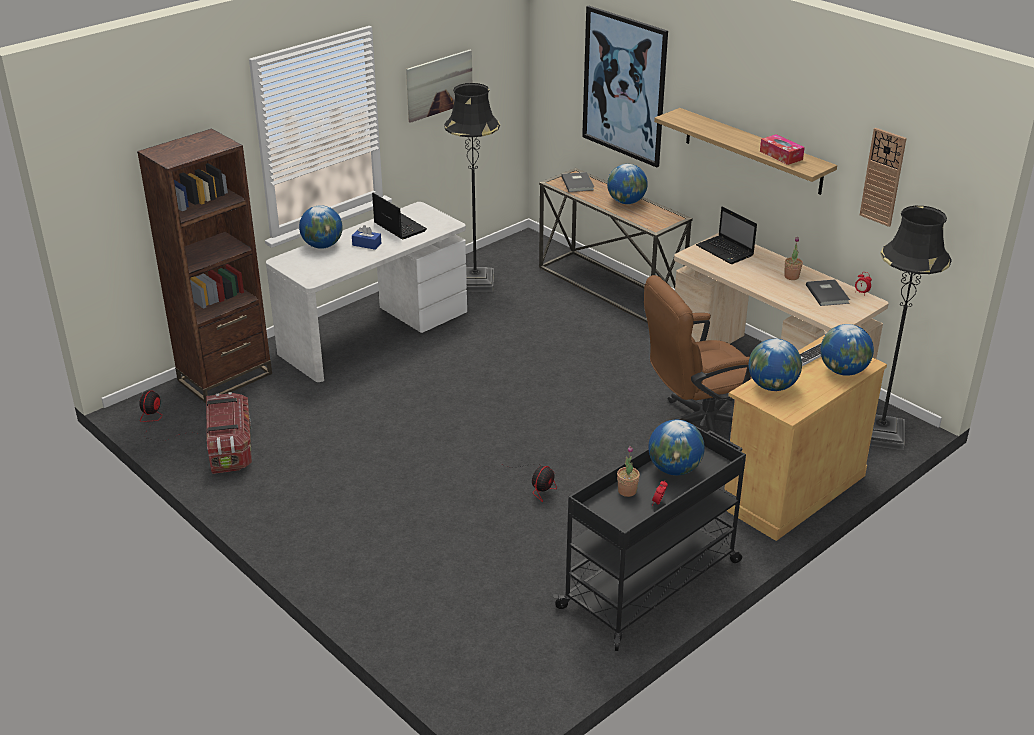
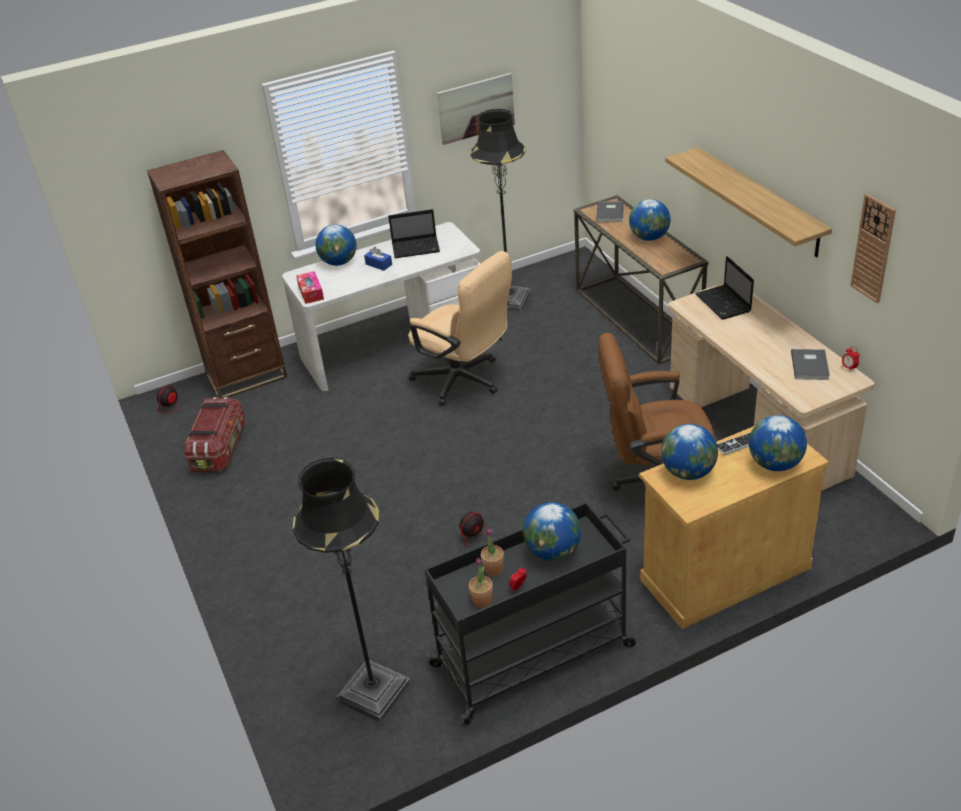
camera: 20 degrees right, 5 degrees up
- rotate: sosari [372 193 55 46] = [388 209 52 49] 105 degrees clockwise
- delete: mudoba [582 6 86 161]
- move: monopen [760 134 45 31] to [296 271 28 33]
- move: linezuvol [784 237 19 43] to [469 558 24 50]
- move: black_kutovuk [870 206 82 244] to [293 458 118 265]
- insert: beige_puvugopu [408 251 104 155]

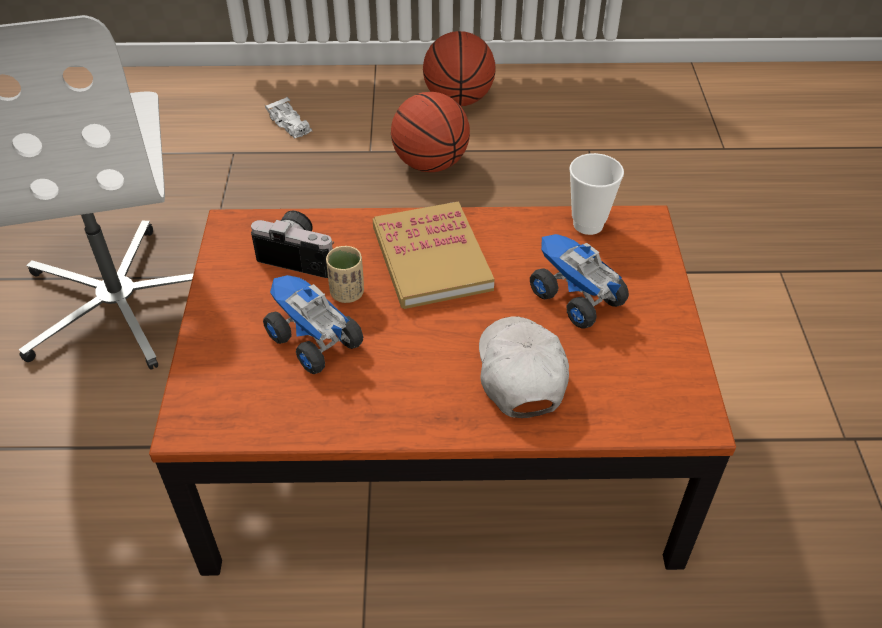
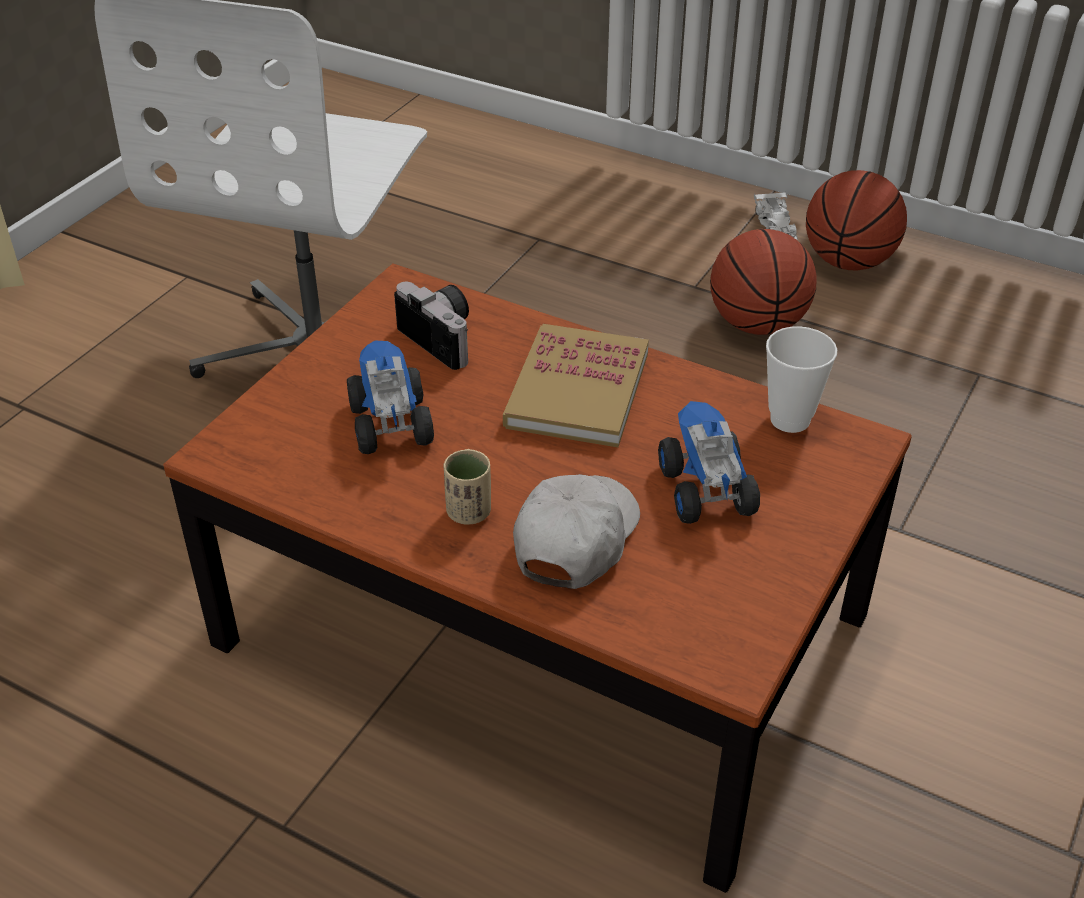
camera: 30 degrees right, 5 degrees down
- move: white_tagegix [265 96 48 43] to [754 191 44 49]
- move: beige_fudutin [326 246 38 57] to [444 449 47 76]

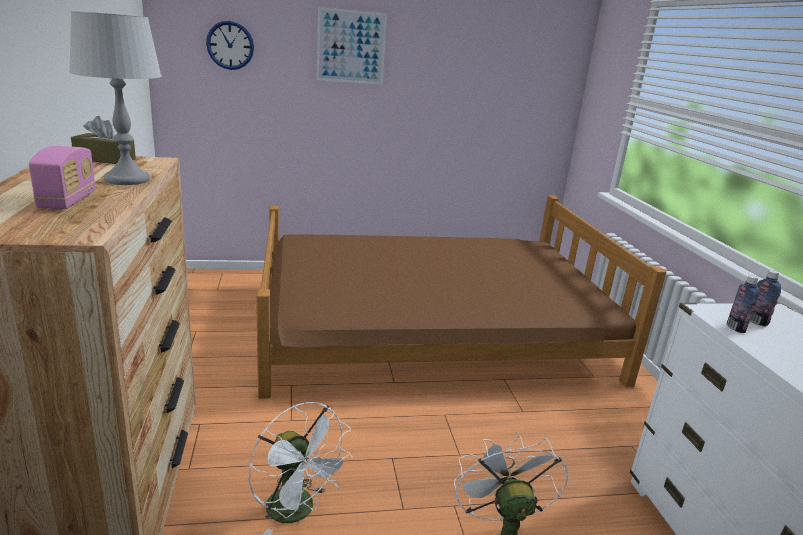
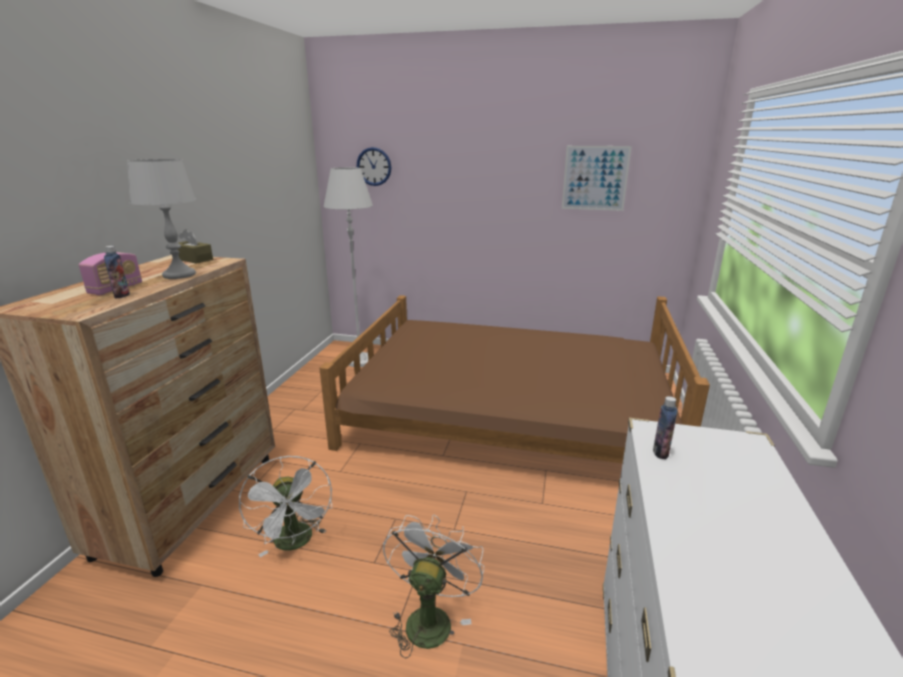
camera: 25 degrees right, 0 degrees up
- move: mudoba [316 7 71 78] to [562 146 70 65]
- move: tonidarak [750 270 31 57] to [104 246 26 53]
- insert: white_kutovuk [323 167 50 200]

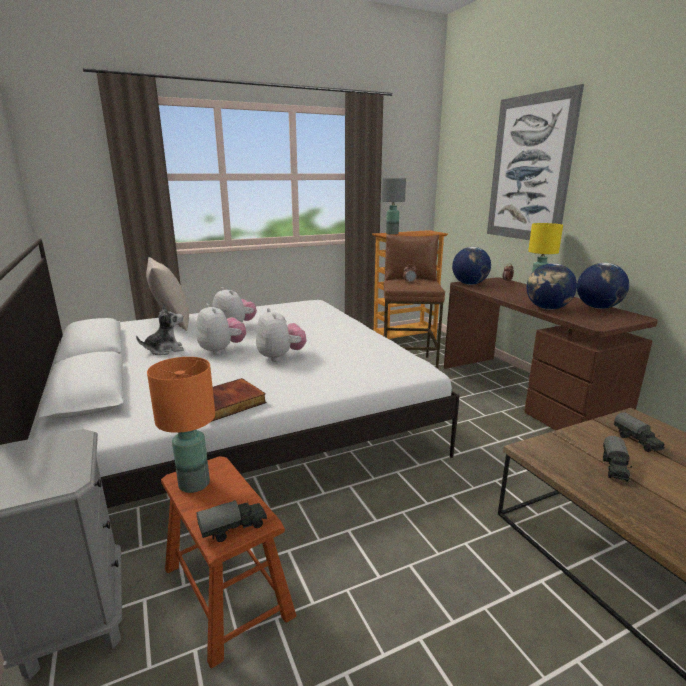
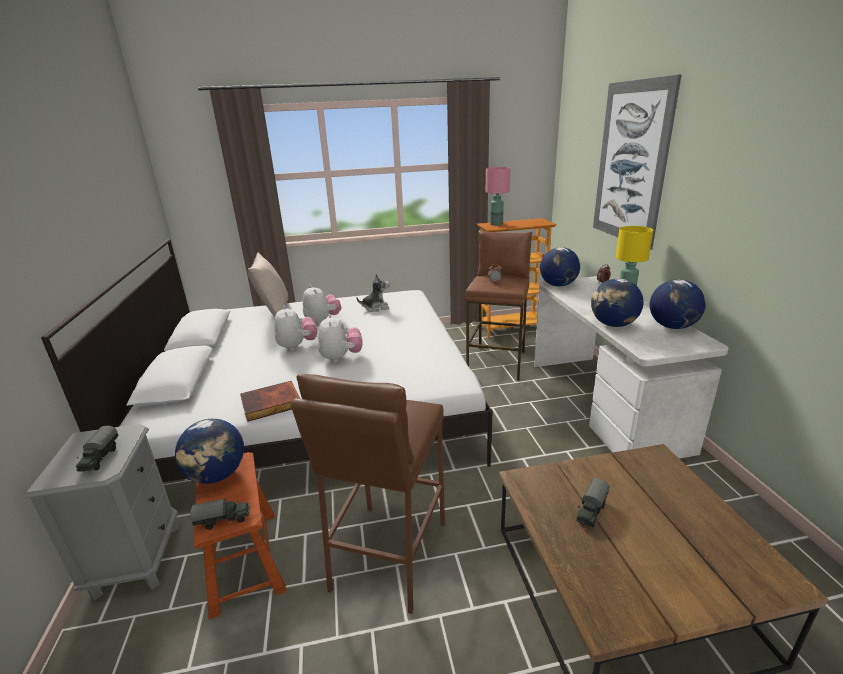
camera: 15 degrees right, 5 degrees up
- move: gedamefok [136 304 48 51] to [356 273 34 39]
- replace: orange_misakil [147 357 68 136] to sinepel [175 419 69 65]
- recolor: grey_misakil [382 178 24 57] to pink_misakil [486 167 24 59]
- recolor: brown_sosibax [444 277 214 154] to white_sosibax [534 276 195 183]
- move: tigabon [614 412 51 40] to [76 426 43 46]
- insert: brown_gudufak [291 374 154 240]

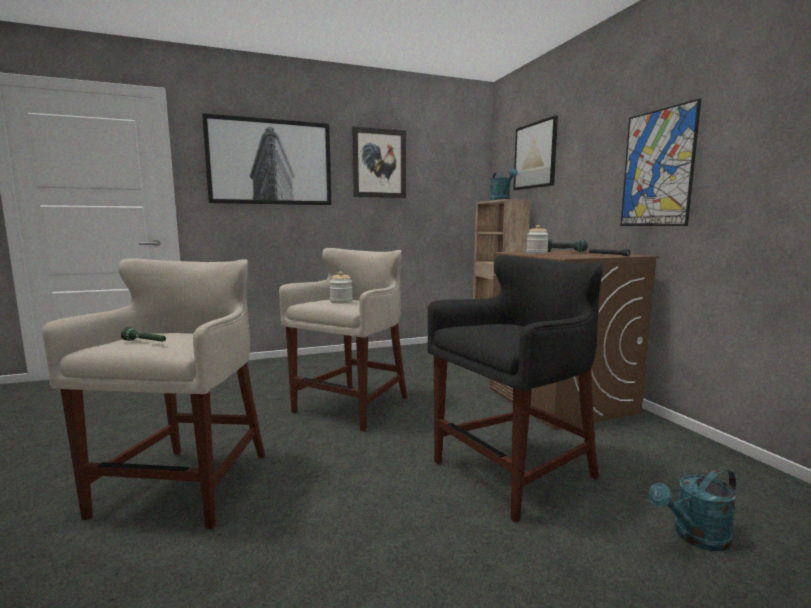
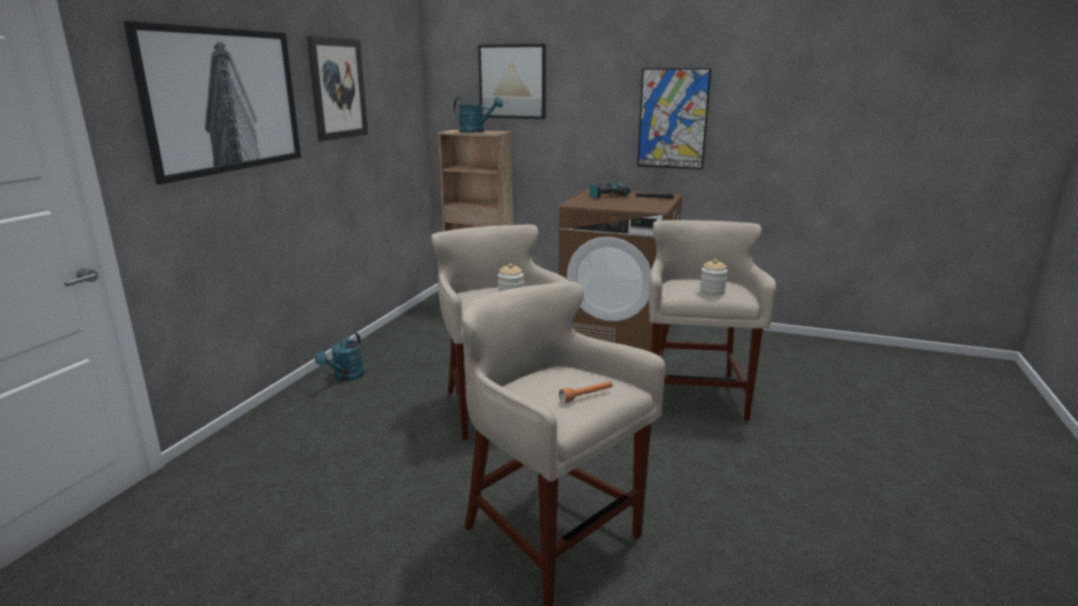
camera: 50 degrees left, 10 degrees up
- recolor: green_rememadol [120 327 46 15] to orange_rememadol [559 381 54 22]
- recolor: black_gudufak [427 255 176 268] to beige_gudufak [649 220 127 201]
- move: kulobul [526 225 23 29] to [700 259 28 36]
- move: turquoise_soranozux [649 467 88 84] to [315 332 49 49]

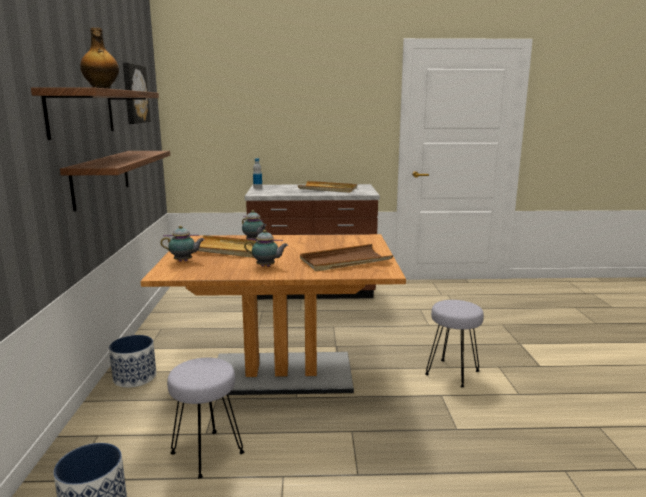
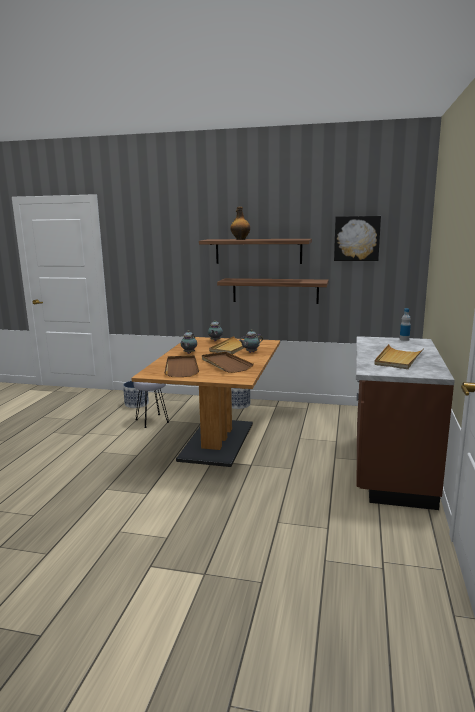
camera: 105 degrees right, 0 degrees up
- delete: grey_gudufak [425 300 59 87]
- insert: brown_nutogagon [202 352 52 21]

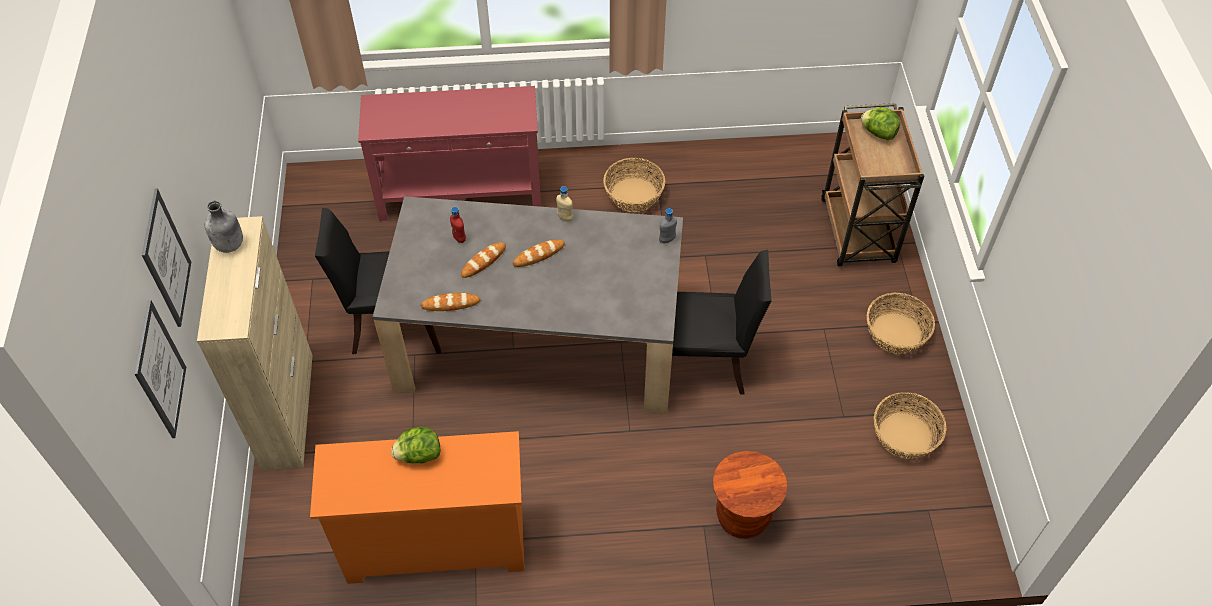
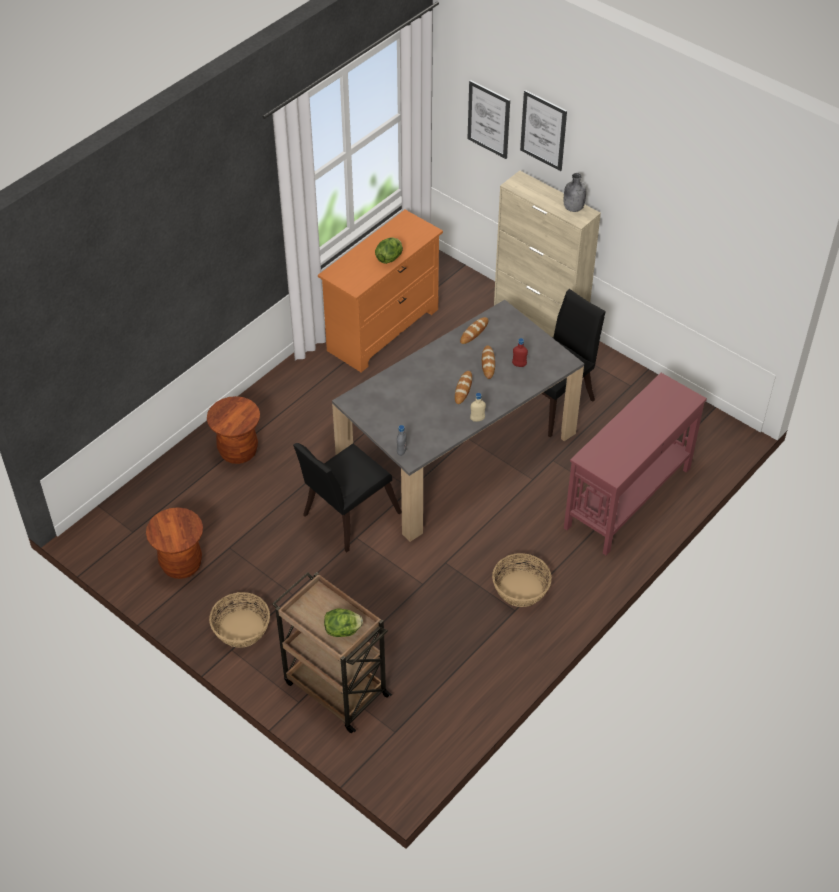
camera: 135 degrees right, 5 degrees down
- replace: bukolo [874 392 73 67] to brown_gudufak [146 507 57 72]

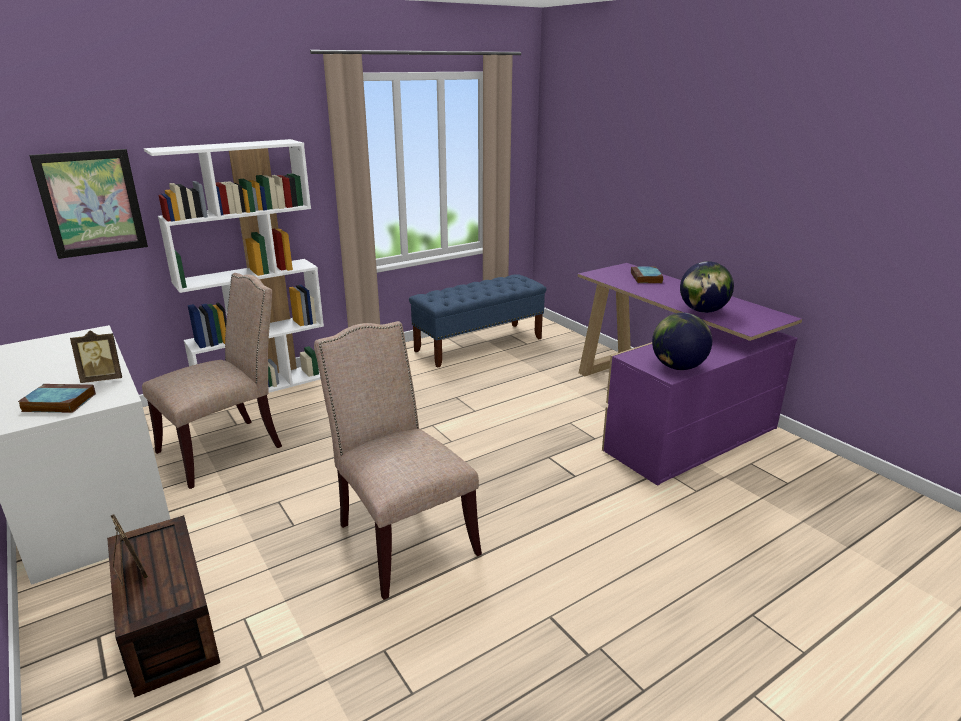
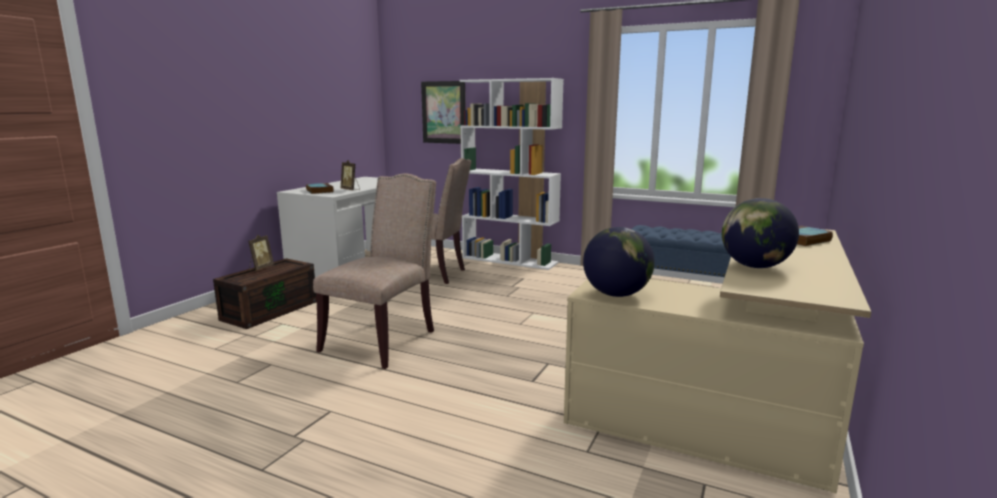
camera: 60 degrees right, 10 degrees down
- recolor: purple_sosibax [578 263 224 223] to beige_sosibax [564 229 307 264]

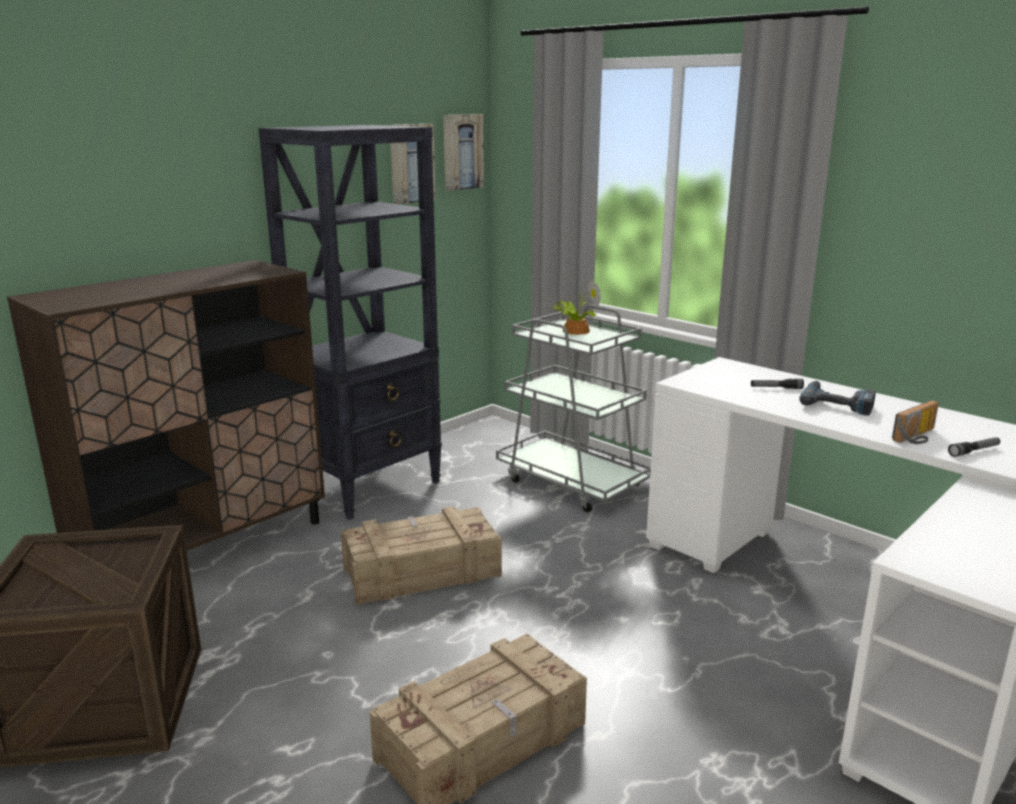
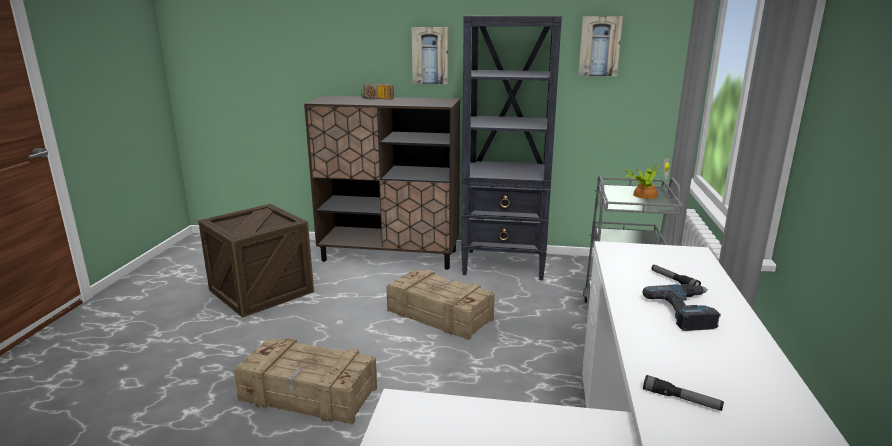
camera: 55 degrees right, 0 degrees up
- move: mudoba [443 114 41 77] to [412 27 37 57]
- move: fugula [892 400 47 44] to [361 84 33 16]

